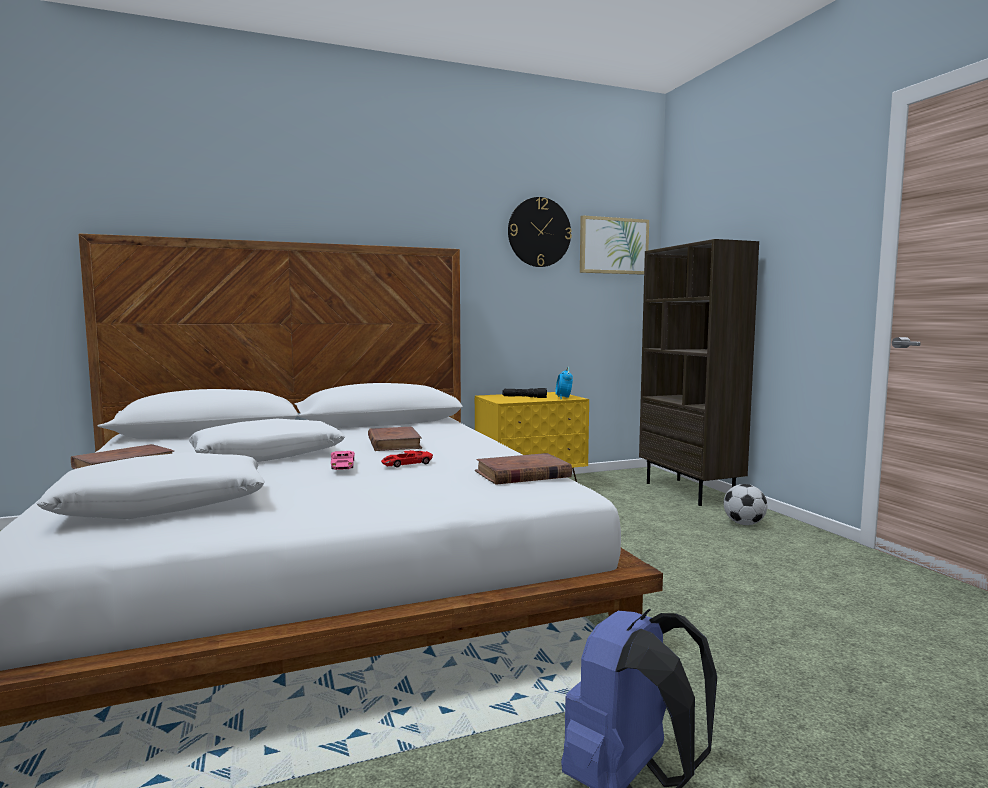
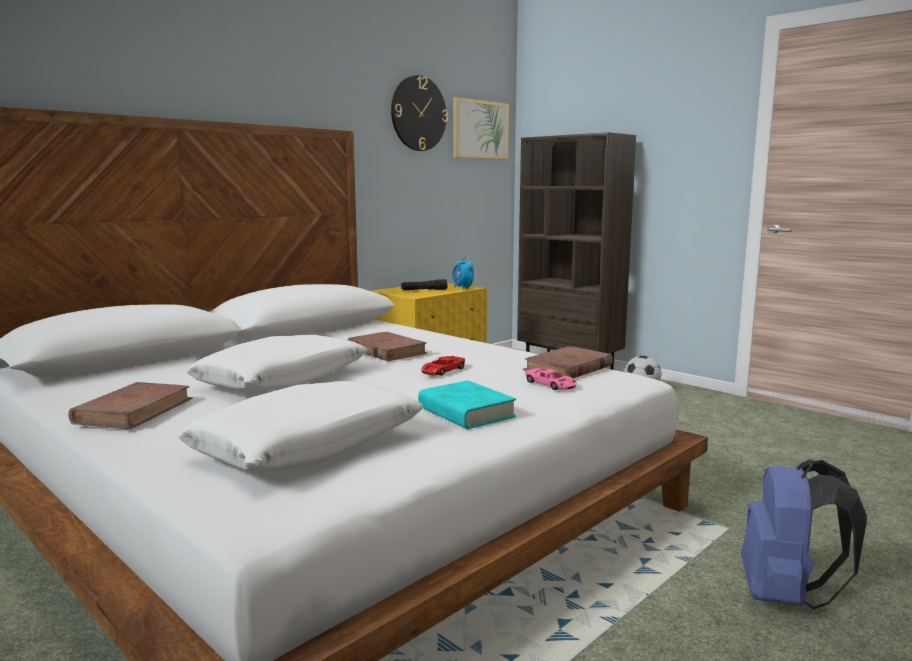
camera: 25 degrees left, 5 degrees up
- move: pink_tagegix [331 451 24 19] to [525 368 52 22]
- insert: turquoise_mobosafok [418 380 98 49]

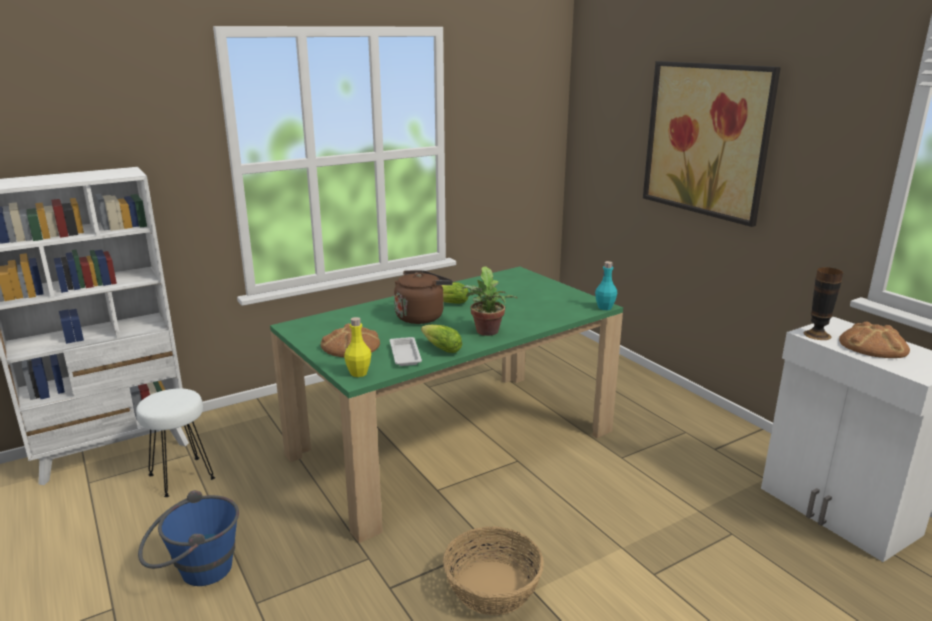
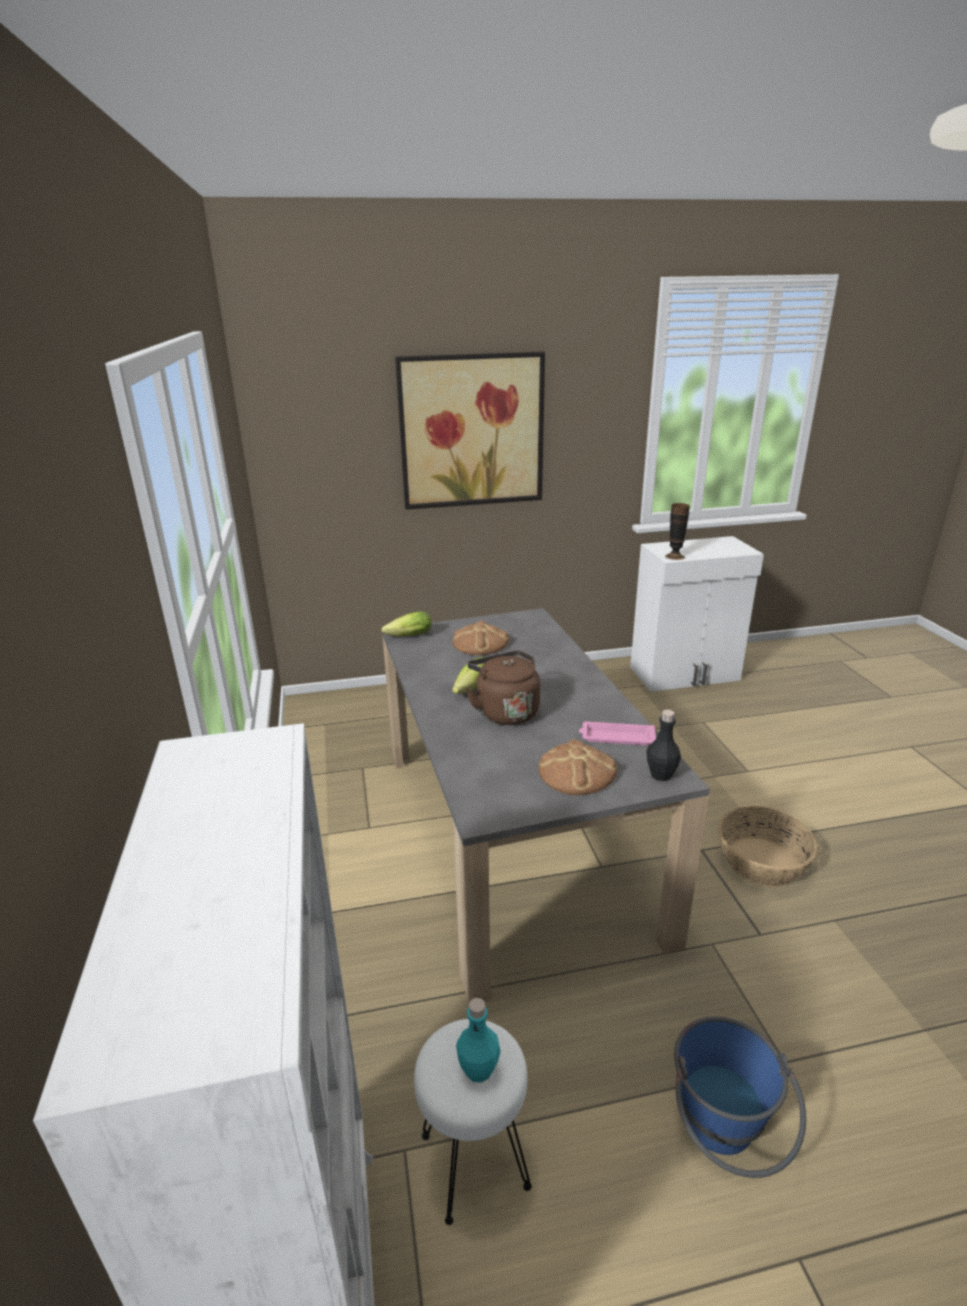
camera: 70 degrees left, 5 degrees up
- recolor: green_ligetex [270 267 353 276] to grey_ligetex [382 608 328 395]
- recolor: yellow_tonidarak [344 317 27 60] to black_tonidarak [646 710 35 71]
- recolor: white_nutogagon [390 337 32 29] to pink_nutogagon [579 721 77 24]
- move: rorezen [421 325 41 28] to [382 611 50 25]
- delete: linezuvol [462 266 56 70]
- move: turquoise_tonidarak [595 261 22 49] to [456 998 45 85]
- move: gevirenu [839 321 71 37] to [453 621 57 34]

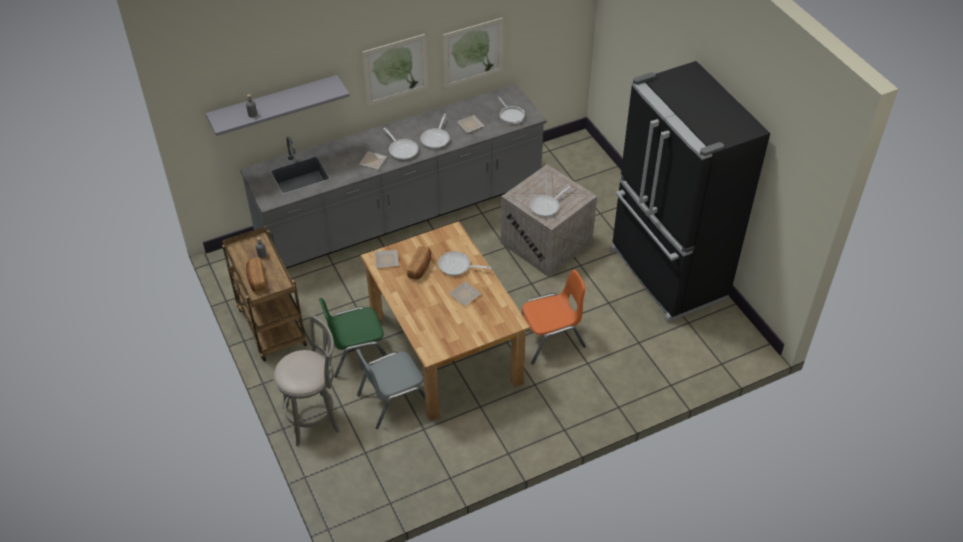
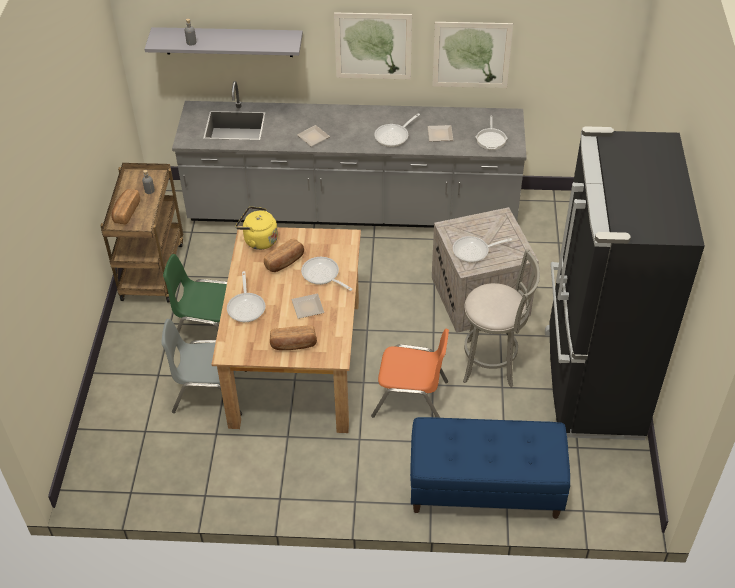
camera: 30 degrees right, 0 degrees up
- move: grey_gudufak [274 315 66 131] to [463 249 77 138]
- replace: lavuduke [375 250 24 18] to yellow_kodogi [236 206 42 44]
- move: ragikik [383 128 36 32] to [227 271 38 51]
- insert: gevirenu [270 325 47 25]
- insert: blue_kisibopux [410 417 160 102]

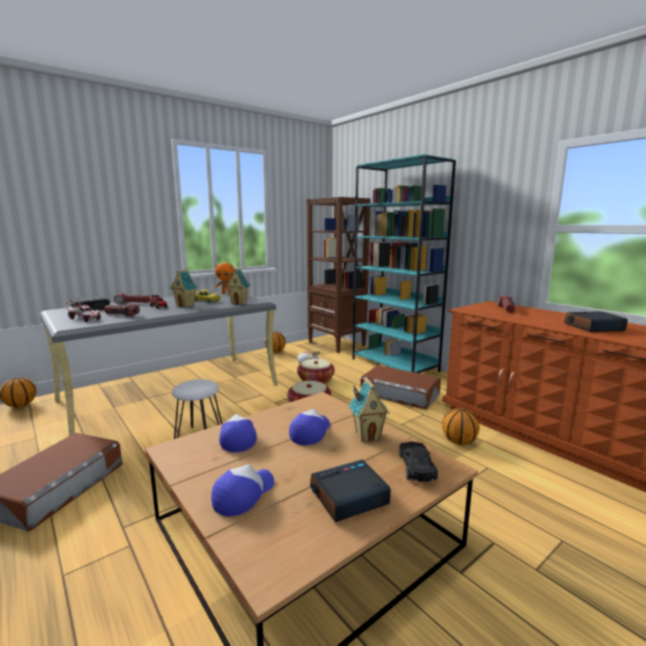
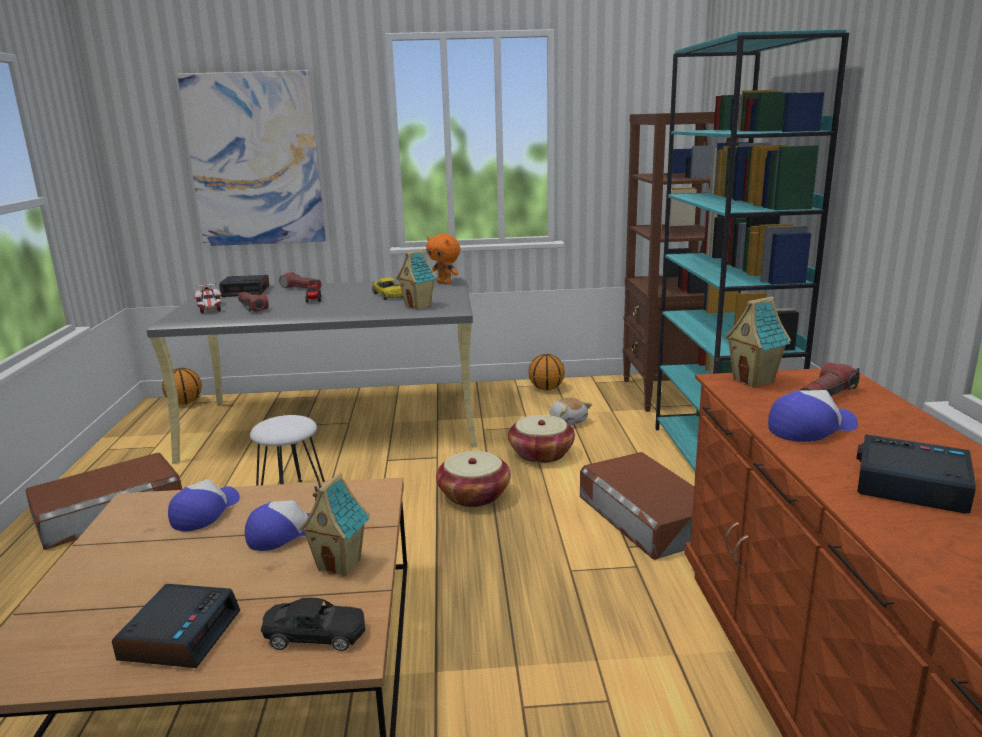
camera: 35 degrees right, 5 degrees up
- move: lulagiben [170 269 28 38] to [724 297 67 91]
- move: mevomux [211 464 63 52] to [768 390 90 52]
- rotate: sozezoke [310 459 81 63] = [112 584 128 84] 90 degrees clockwise
- rotate: black_tagegix [399 441 39 41] = [261 598 104 53] 60 degrees clockwise
- delete: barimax [442 408 38 37]
- insert: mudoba [177 70 149 176]

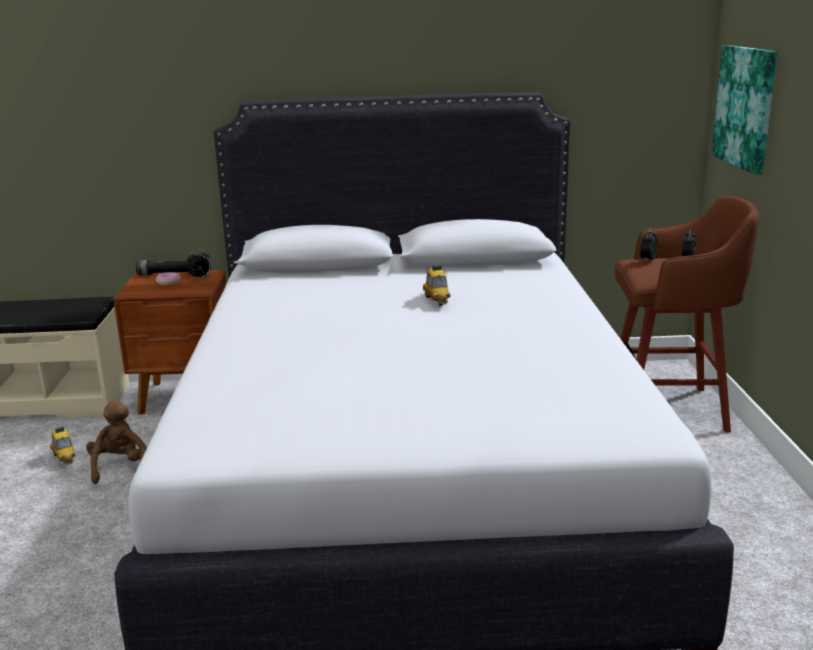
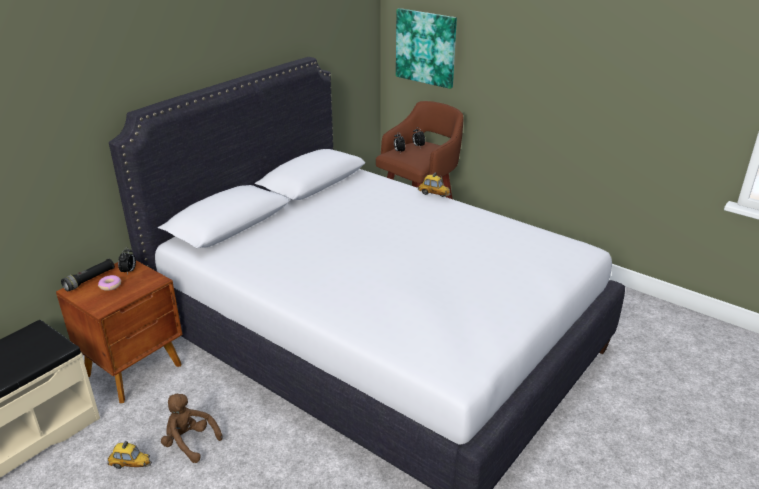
camera: 50 degrees left, 10 degrees up
- move: tagegix [423 265 27 41] to [418 173 33 24]

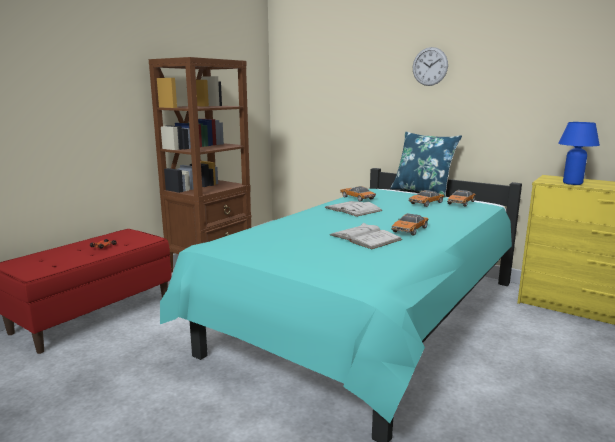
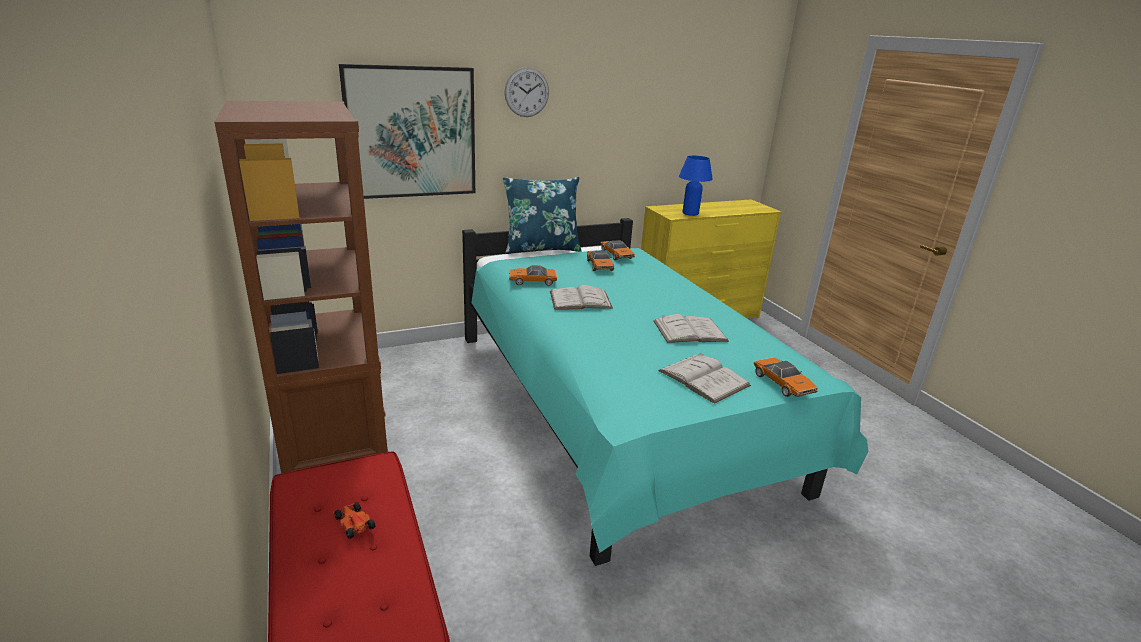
camera: 60 degrees left, 10 degrees up
- move: tagegix [391 213 38 22] to [754 357 64 40]
- insert: mudoba [339 64 136 135]
- insert: white_mobosafok [658 353 93 51]

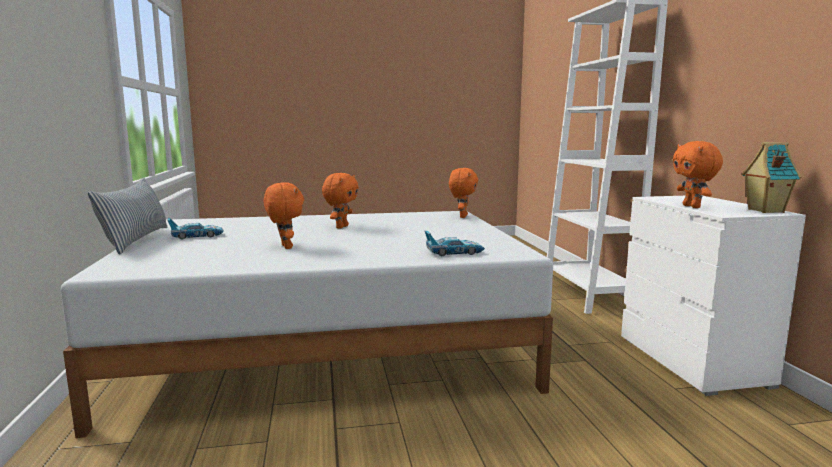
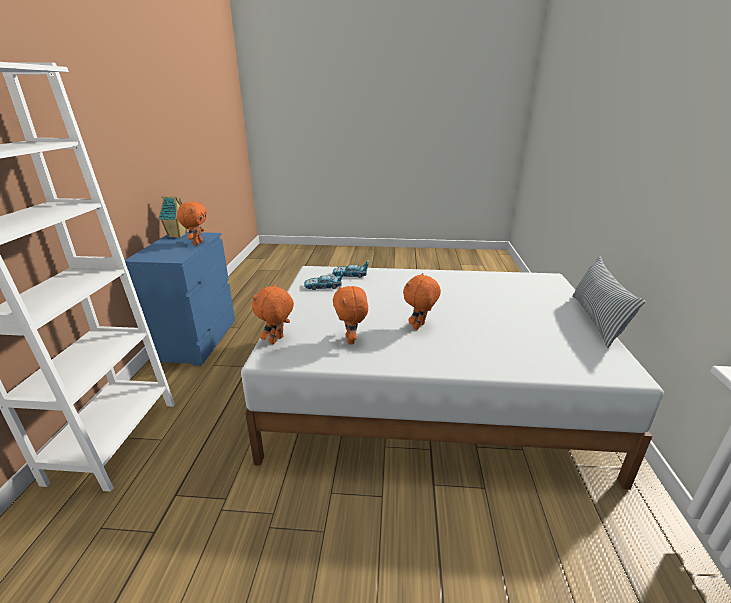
camera: 165 degrees left, 15 degrees up
- move: tagegix [167 218 57 22] to [304 270 39 20]
- move: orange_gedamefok [264 182 40 67] to [333 285 35 59]
- recolor: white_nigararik [621 196 185 200] to blue_nigararik [125 232 110 134]

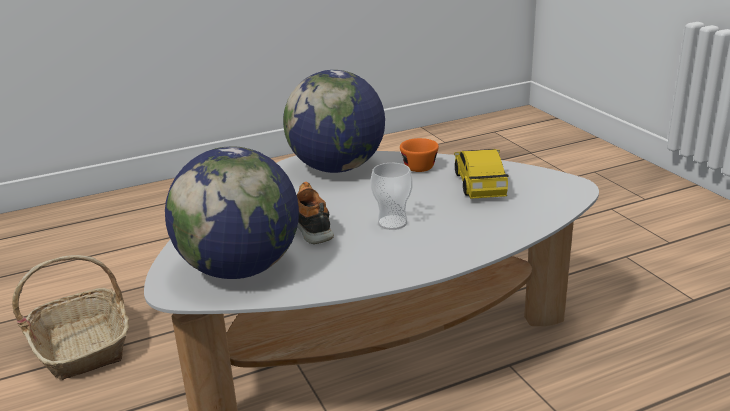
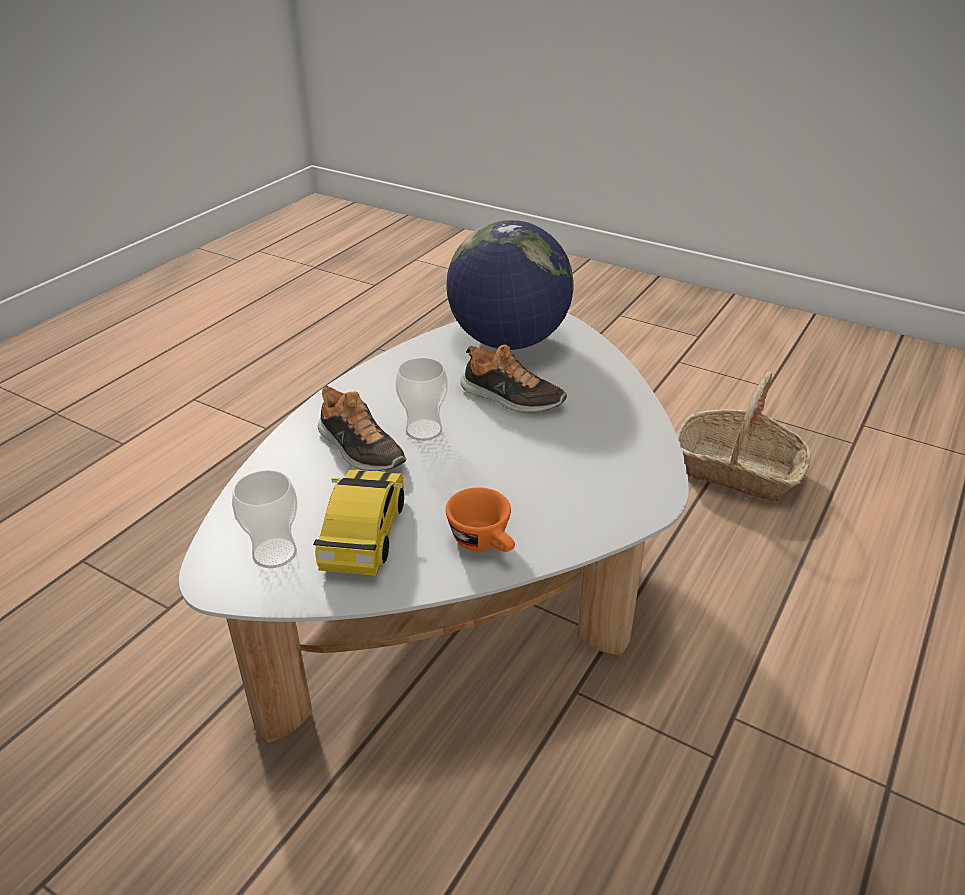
camera: 145 degrees right, 10 degrees up
- delete: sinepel [283 70 102 103]
- rotate: tagegix [454 149 55 50] = [313 470 91 106] 135 degrees counterclockwise
- insert: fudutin [232 470 66 98]
- insert: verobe [318 386 88 85]

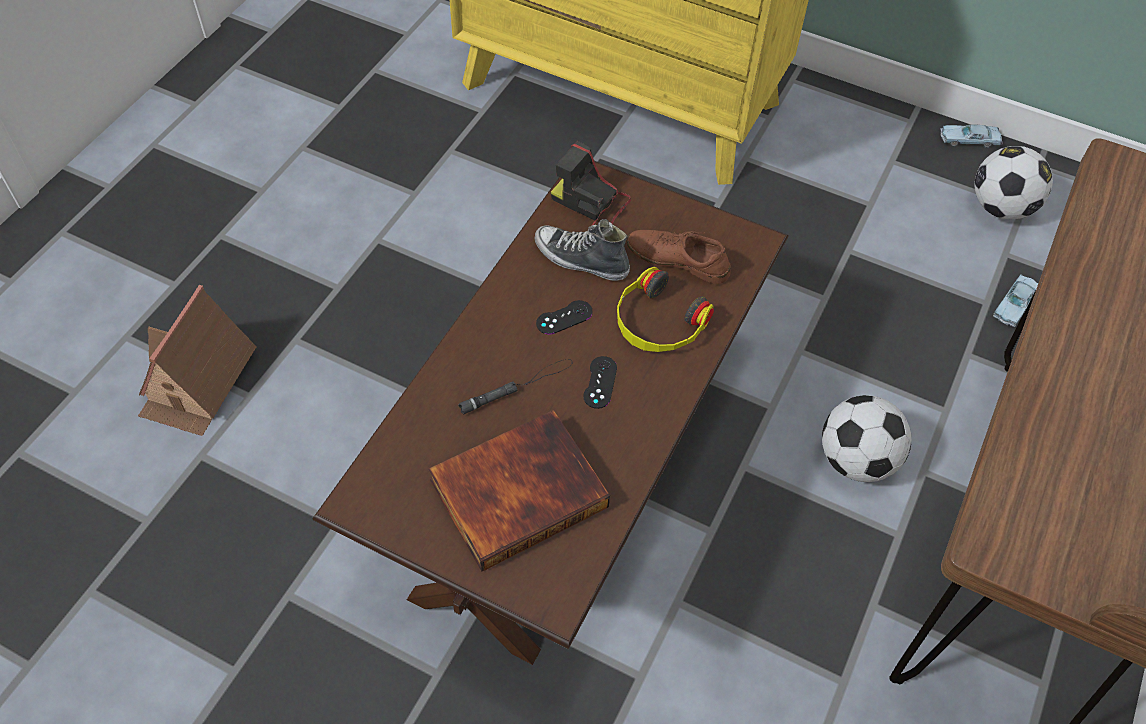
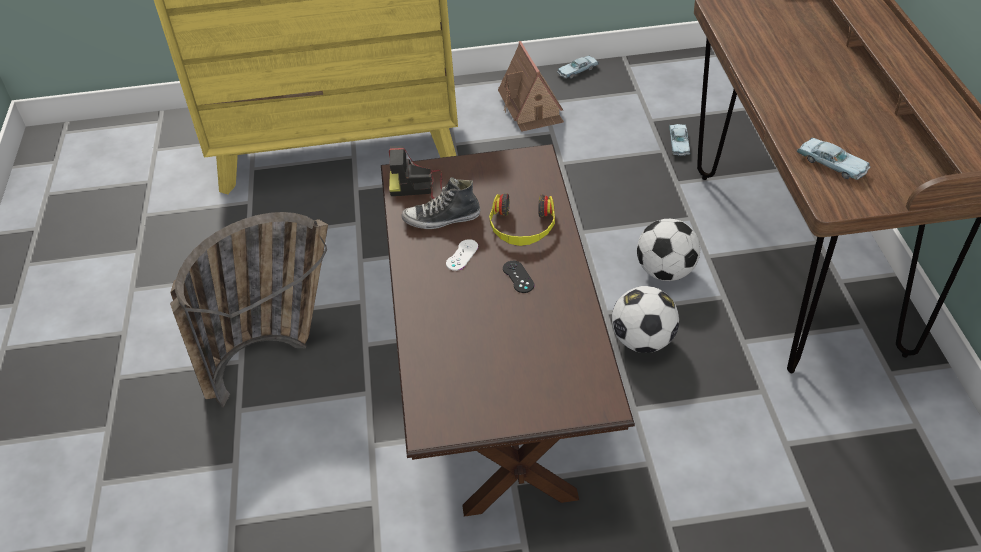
camera: 30 degrees left, 10 degrees down
- move: lulagiben [138 285 118 151] to [498 41 66 91]
- delete: mobosafok [428 410 182 161]
- delete: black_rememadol [458 359 115 56]
- recolor: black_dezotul [536 300 56 35] to white_dezotul [446 239 32 32]
- delete: brown_verobe [626 230 105 54]
- move: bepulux [974 146 79 73] to [612 286 67 67]
- insert: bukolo [170 212 158 195]
- insert: blue_tagegix [797 137 73 43]

